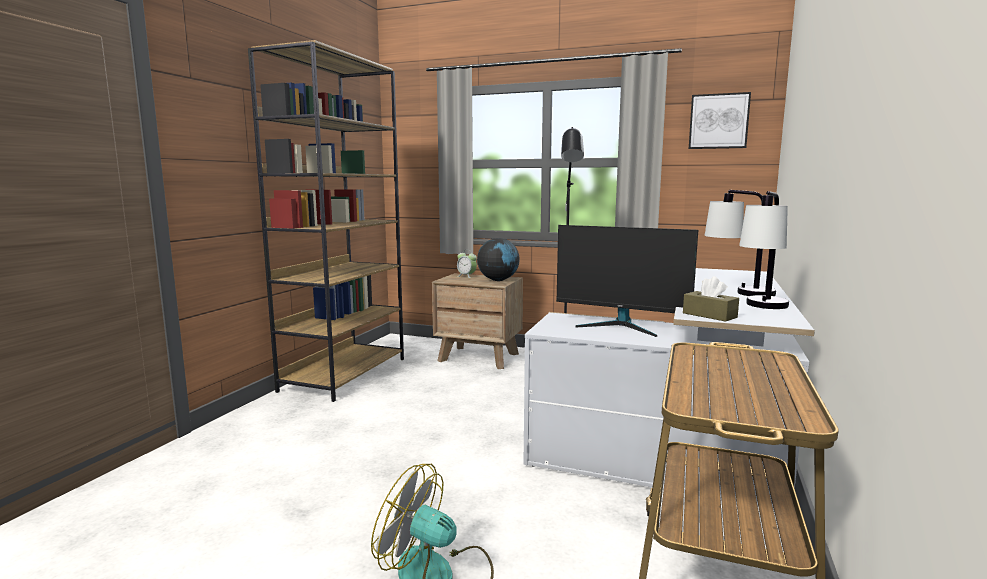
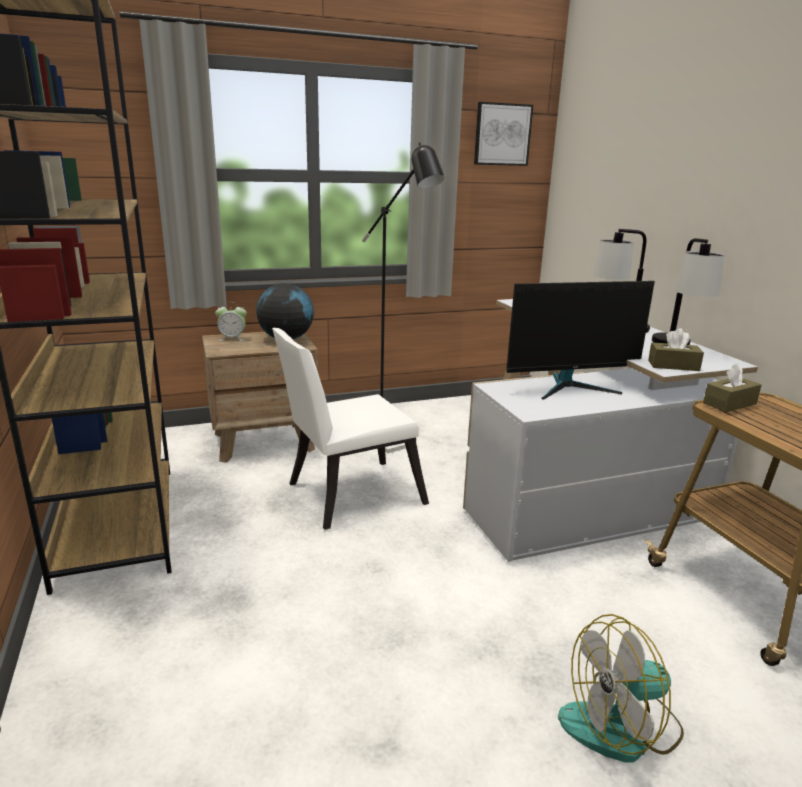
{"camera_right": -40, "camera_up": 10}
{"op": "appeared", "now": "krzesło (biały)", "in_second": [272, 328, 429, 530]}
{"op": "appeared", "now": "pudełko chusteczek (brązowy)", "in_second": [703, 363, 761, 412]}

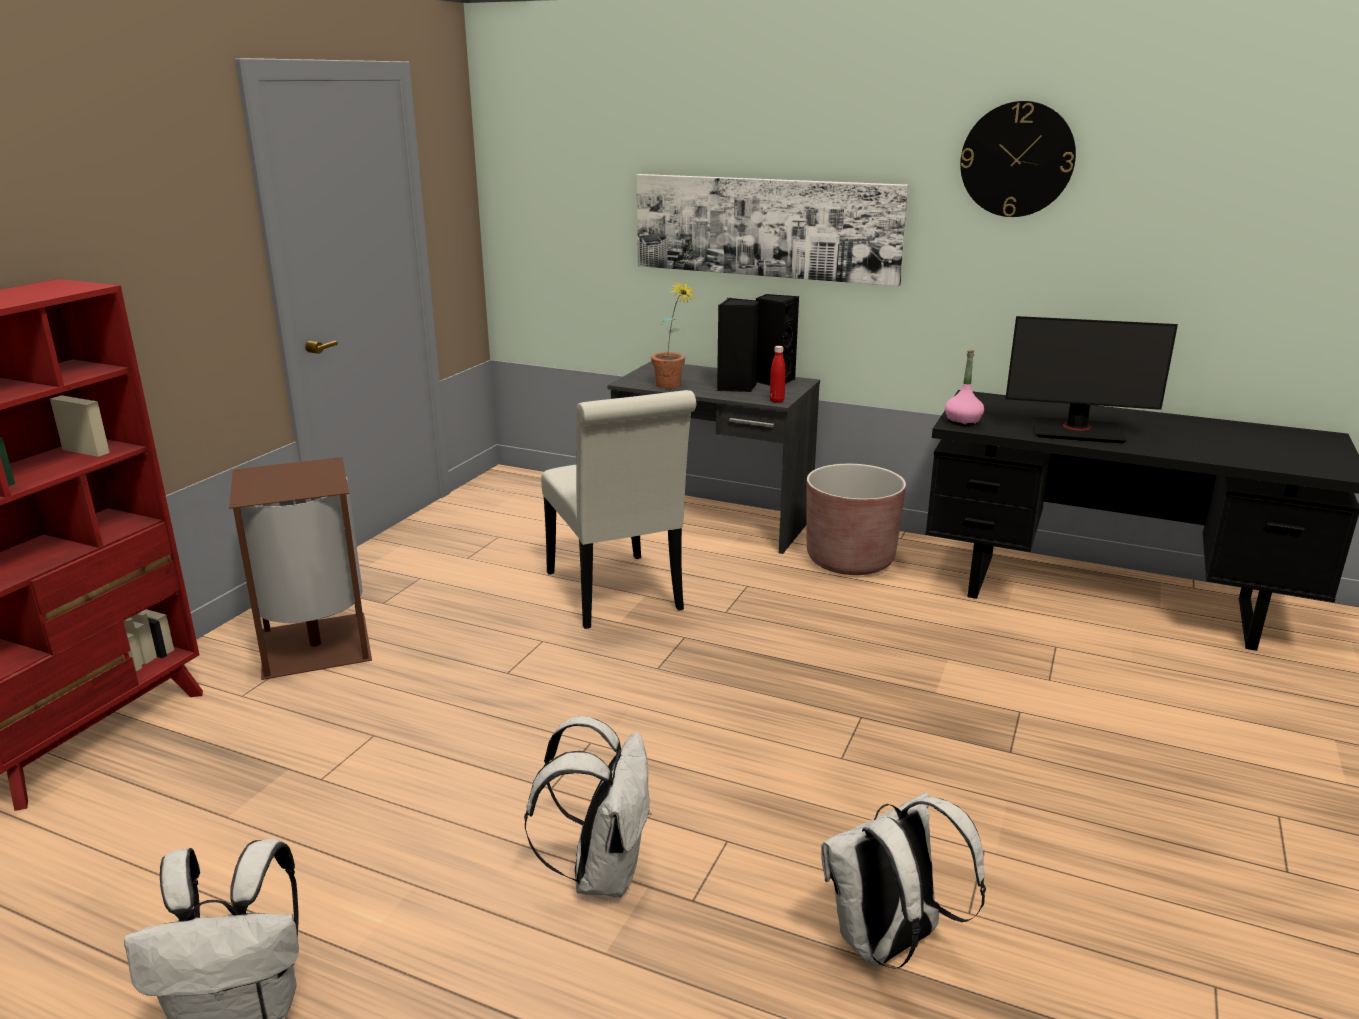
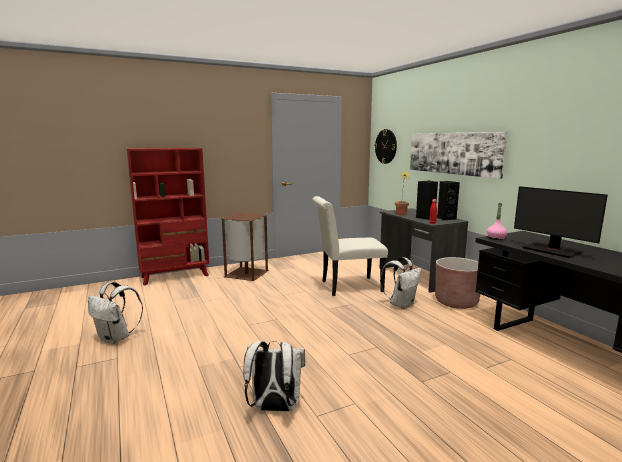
{"camera_right": 40, "camera_up": -10}
{"op": "relocated", "was": "zegar ścienny", "in_first": [960, 101, 1076, 217], "in_second": [374, 129, 397, 164]}
{"op": "spun", "was": "krzesło (biały)", "in_first": [541, 390, 697, 629], "in_second": [312, 196, 388, 296], "clockwise": 60}
{"op": "relocated", "was": "plecak (biały)", "in_first": [524, 716, 652, 898], "in_second": [380, 257, 422, 309]}

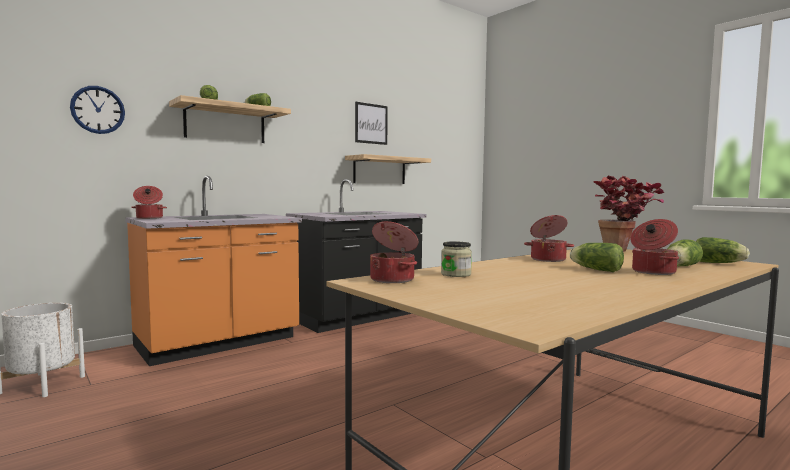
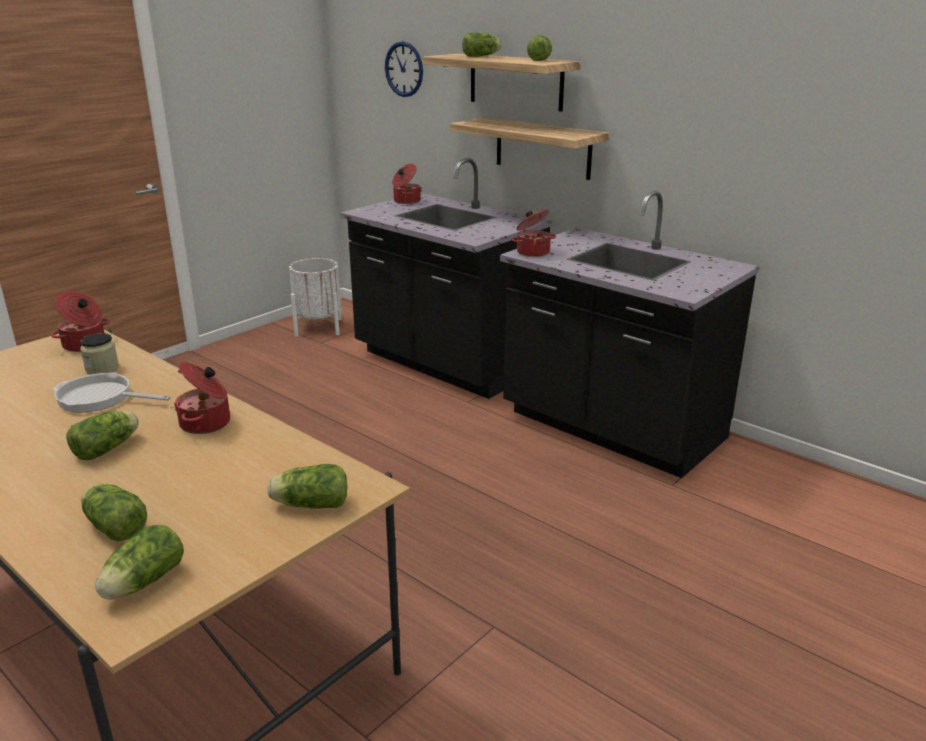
{"camera_right": 80, "camera_up": 20}
{"op": "missing", "was": "obraz", "in_first": [355, 102, 388, 145]}
{"op": "relocated", "was": "półka", "in_first": [345, 154, 431, 184], "in_second": [450, 117, 609, 180]}
{"op": "colour", "was": "zabudowa kuchenna (pomarańczowy)", "now": "zabudowa kuchenna (czarny)", "in_first": [125, 176, 302, 366], "in_second": [341, 158, 552, 399]}
{"op": "exchanged", "was": "roślina doniczkowa", "now": "sałata", "in_first": [593, 176, 664, 251], "in_second": [267, 464, 347, 509]}
{"op": "relocated", "was": "garnek", "in_first": [630, 219, 679, 275], "in_second": [511, 210, 556, 257]}
{"op": "appeared", "now": "patelnia", "in_second": [53, 372, 171, 412]}

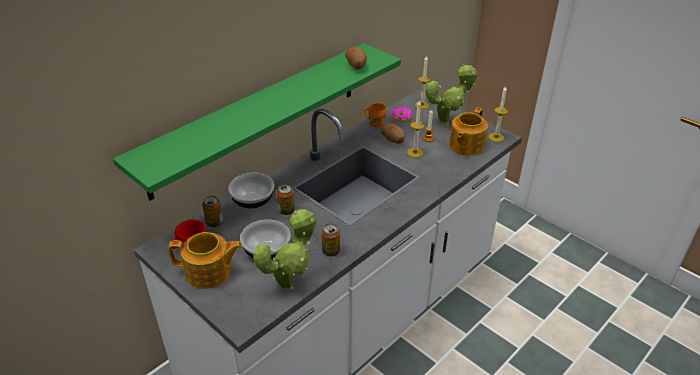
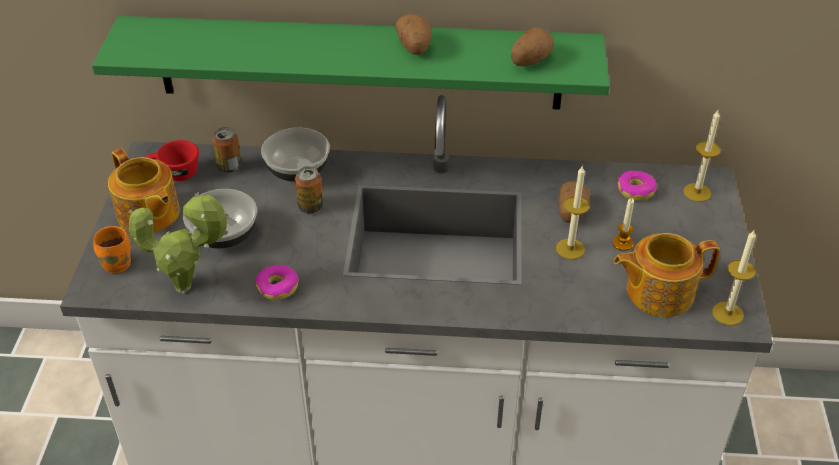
{"camera_right": 50, "camera_up": 5}
{"op": "missing", "was": "roślina doniczkowa", "in_first": [425, 64, 477, 125]}
{"op": "relocated", "was": "kubek (pomarańczowy)", "in_first": [365, 103, 386, 128], "in_second": [93, 226, 131, 273]}
{"op": "exchanged", "was": "puszka", "now": "donut", "in_first": [321, 223, 340, 257], "in_second": [255, 265, 299, 300]}
{"op": "appeared", "now": "ziemniak", "in_second": [396, 14, 431, 55]}

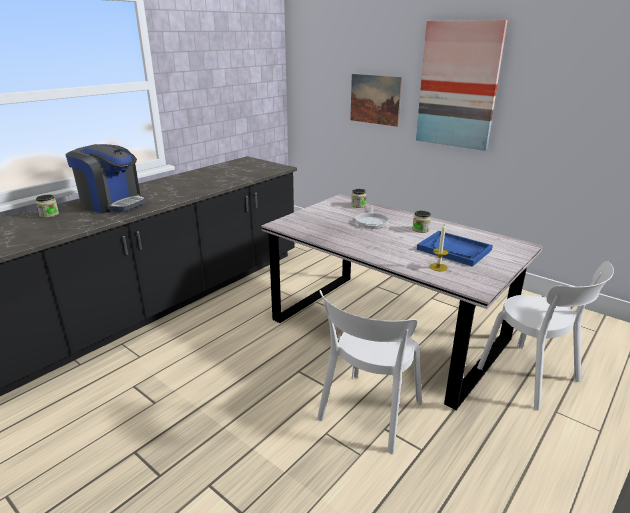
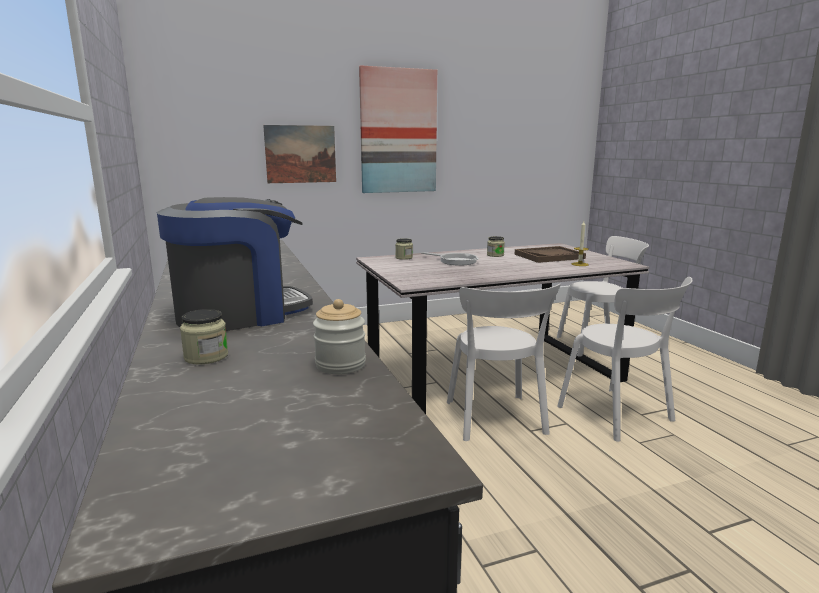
{"camera_right": -60, "camera_up": -10}
{"op": "colour", "was": "taca (niebieski)", "now": "taca (brązowy)", "in_first": [417, 231, 493, 267], "in_second": [515, 246, 586, 263]}
{"op": "appeared", "now": "krzesło (biały)", "in_second": [447, 284, 561, 441]}
{"op": "appeared", "now": "słoik", "in_second": [313, 299, 366, 374]}

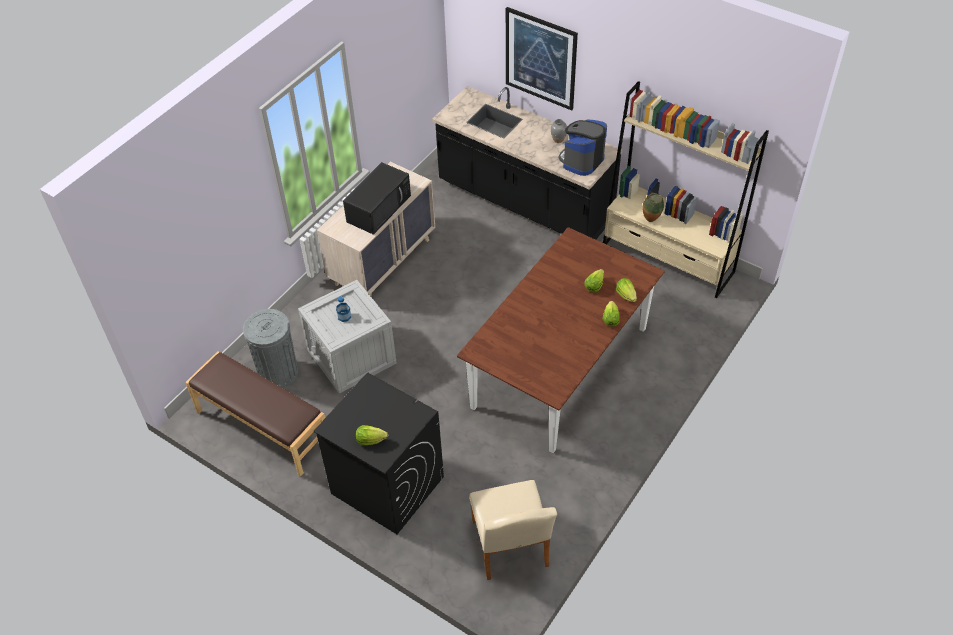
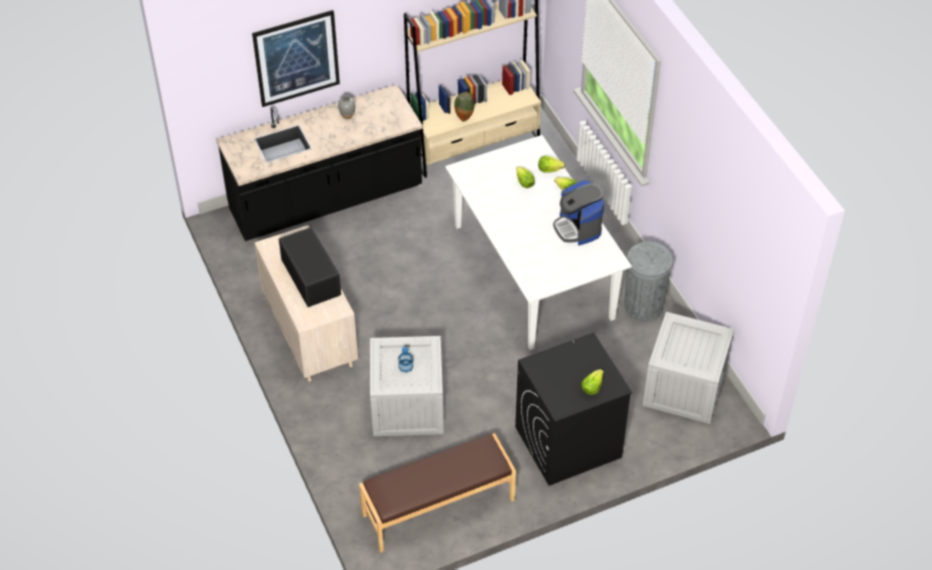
{"camera_right": -60, "camera_up": 0}
{"op": "relocated", "was": "ekspres do kawy", "in_first": [558, 119, 607, 176], "in_second": [553, 180, 604, 245]}
{"op": "colour", "was": "stół jadalny (brązowy)", "now": "stół jadalny (biały)", "in_first": [457, 227, 665, 453], "in_second": [445, 135, 632, 350]}
{"op": "relocated", "was": "kosz na śmieci (szary)", "in_first": [243, 309, 298, 388], "in_second": [624, 241, 673, 321]}
{"op": "exchanged", "was": "krzesło (beżowy)", "now": "skrzynka", "in_first": [469, 480, 557, 580], "in_second": [642, 312, 734, 424]}

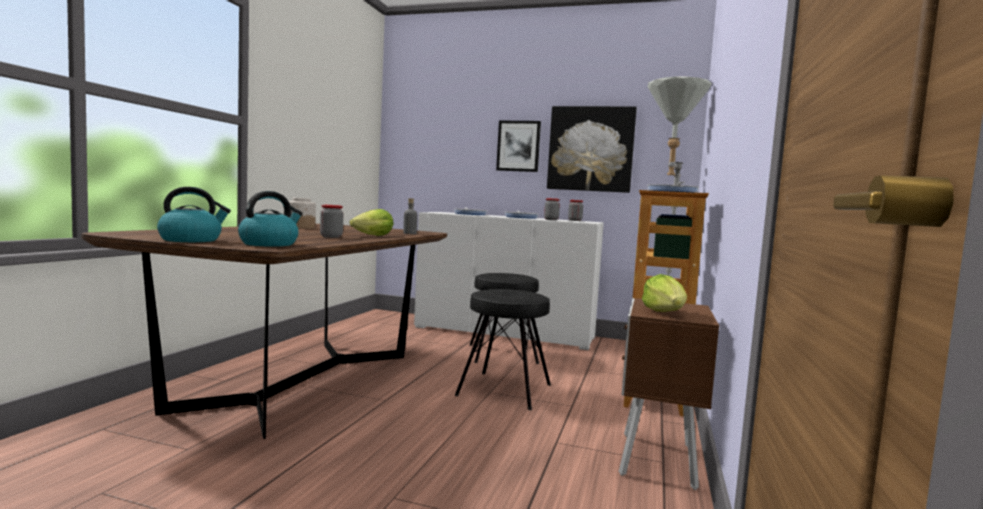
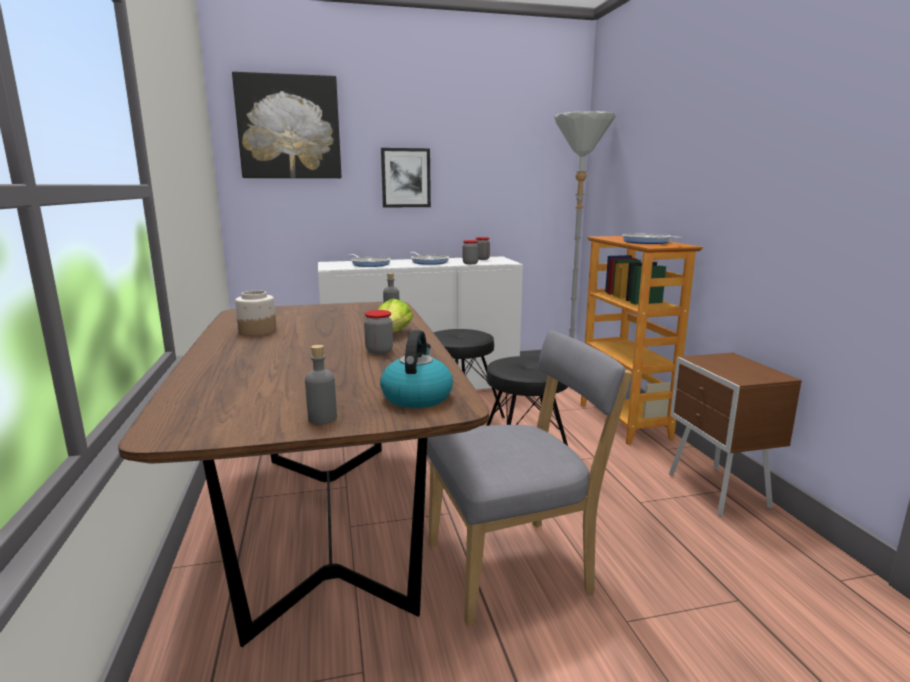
{"camera_right": -30, "camera_up": 10}
{"op": "relocated", "was": "obraz", "in_first": [547, 106, 637, 193], "in_second": [232, 71, 342, 178]}
{"op": "exchanged", "was": "czajnik", "now": "butelka (szary)", "in_first": [157, 187, 231, 242], "in_second": [305, 345, 337, 424]}
{"op": "missing", "was": "sałata", "in_first": [642, 274, 687, 312]}
{"op": "appeared", "now": "krzesło (szary)", "in_second": [427, 330, 632, 627]}

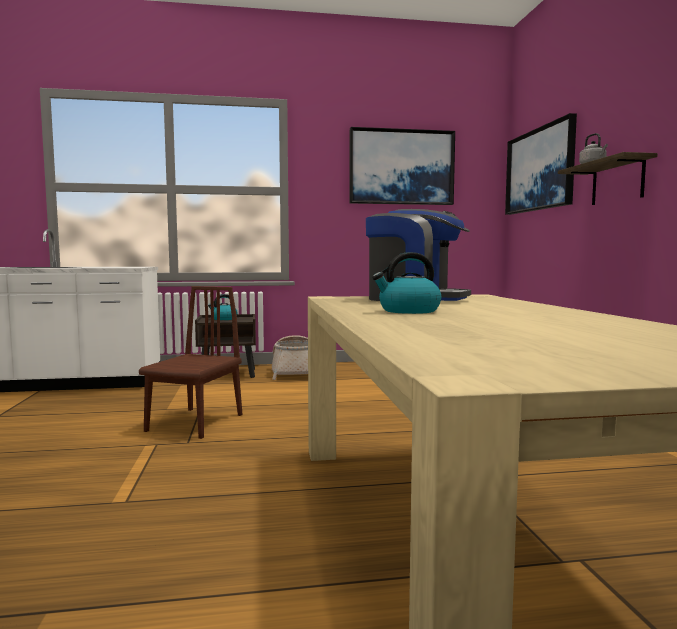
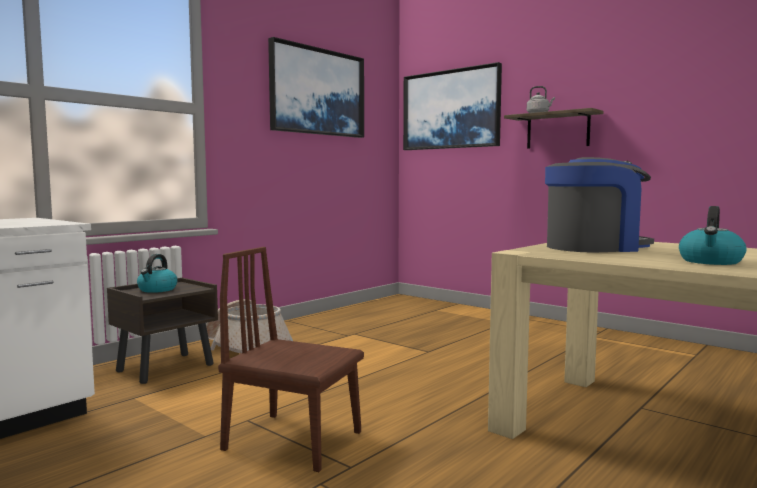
{"camera_right": -40, "camera_up": 0}
{"op": "spun", "was": "krzesło (brązowy)", "in_first": [139, 286, 242, 439], "in_second": [218, 247, 364, 472], "clockwise": -45}

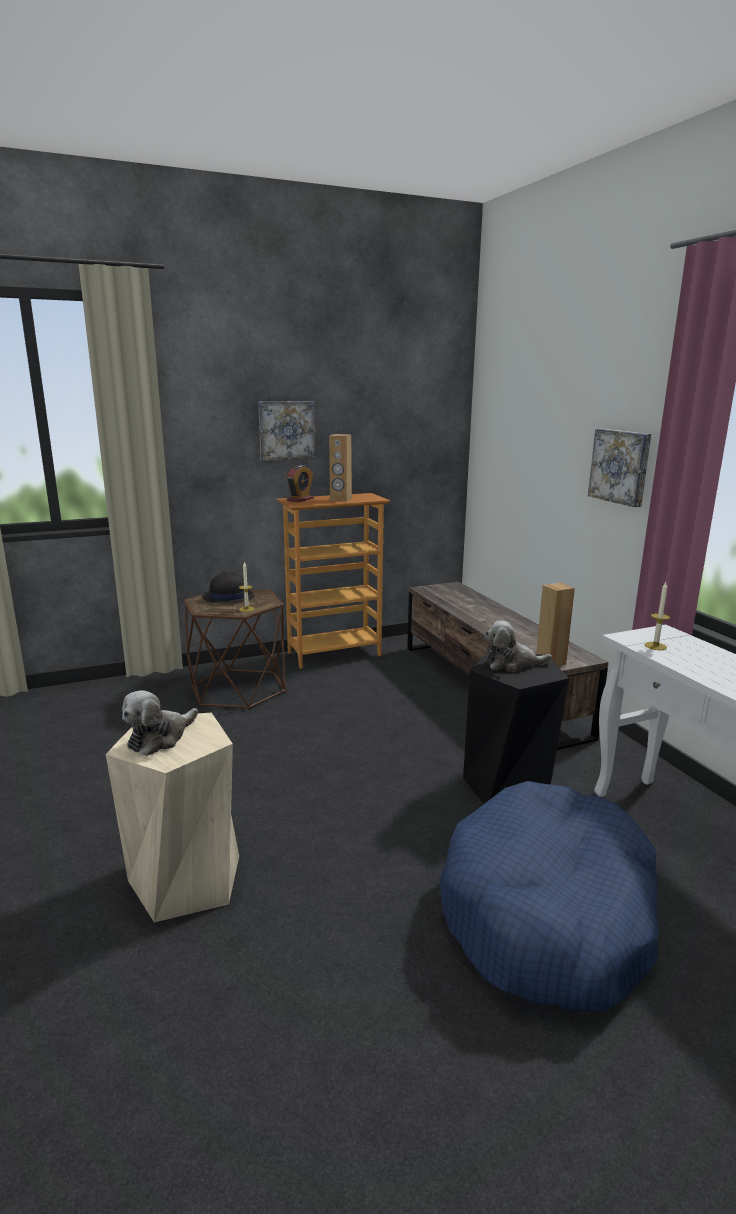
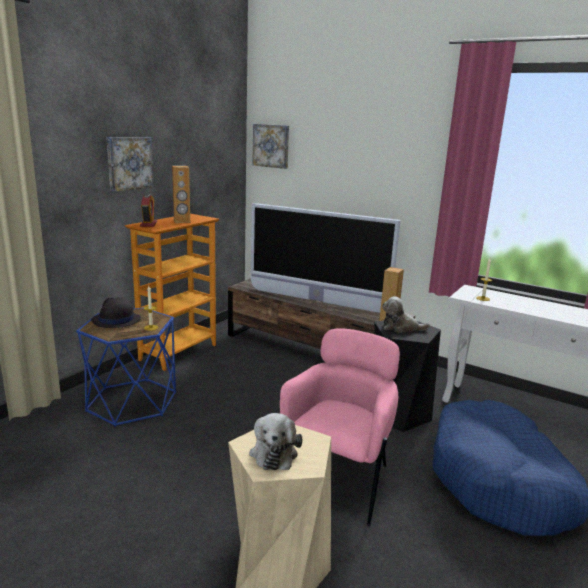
{"camera_right": -35, "camera_up": 0}
{"op": "relocated", "was": "obraz", "in_first": [588, 429, 651, 507], "in_second": [252, 124, 289, 169]}
{"op": "colour", "was": "stolik (brązowy)", "now": "stolik (niebieski)", "in_first": [184, 589, 286, 710], "in_second": [76, 307, 176, 427]}
{"op": "spun", "was": "pluszak", "in_first": [485, 621, 552, 672], "in_second": [382, 296, 430, 333], "clockwise": 45}
{"op": "appeared", "now": "telewizor", "in_second": [251, 203, 400, 313]}
{"op": "appeared", "now": "fotel (różowy)", "in_second": [280, 328, 400, 526]}

